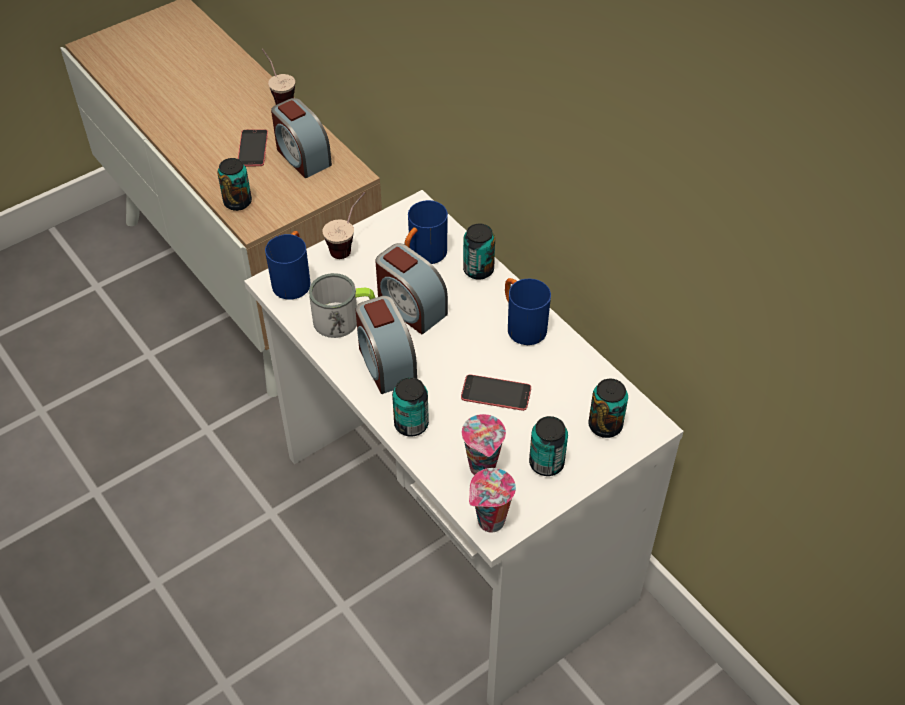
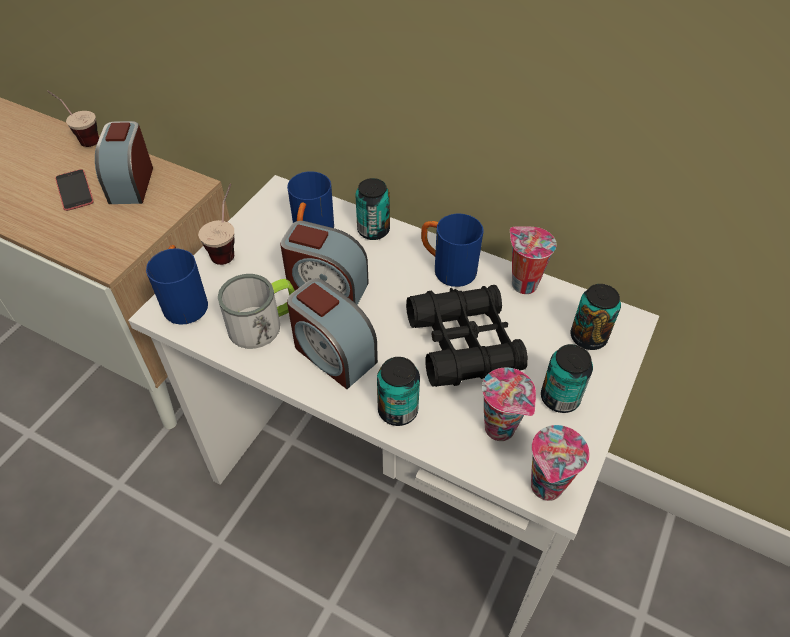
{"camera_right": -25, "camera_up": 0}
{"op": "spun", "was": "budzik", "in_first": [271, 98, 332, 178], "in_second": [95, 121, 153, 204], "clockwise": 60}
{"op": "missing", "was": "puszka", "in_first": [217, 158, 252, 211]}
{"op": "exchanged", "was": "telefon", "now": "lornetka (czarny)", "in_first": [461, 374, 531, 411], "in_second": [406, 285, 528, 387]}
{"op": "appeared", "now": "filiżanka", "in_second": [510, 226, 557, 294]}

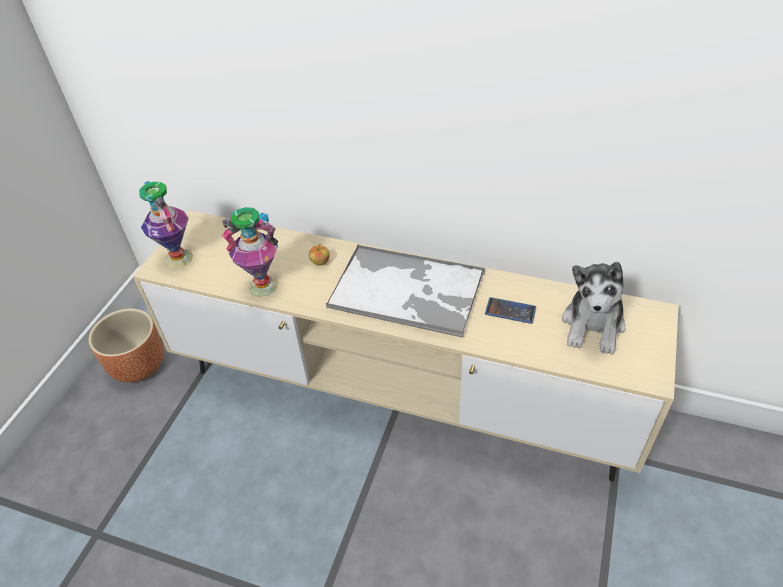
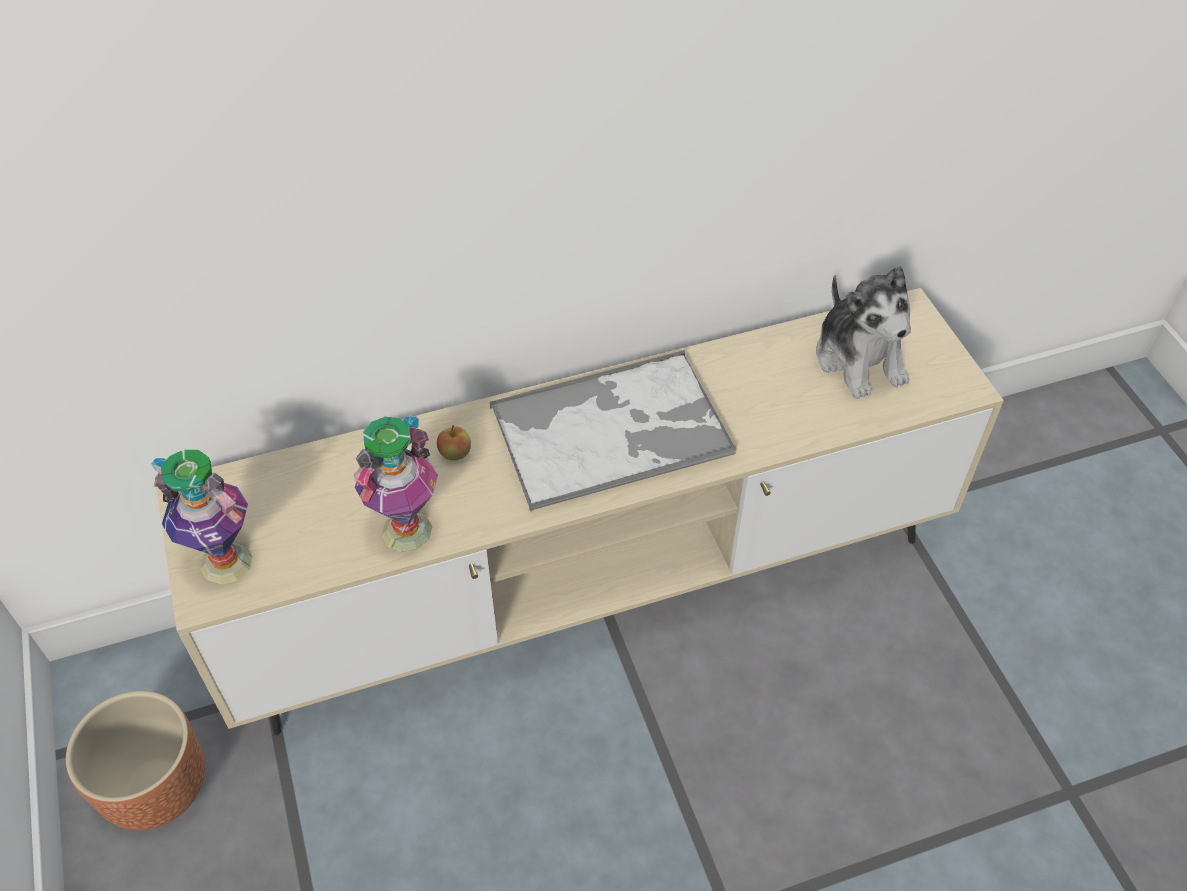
{"camera_right": -40, "camera_up": 5}
{"op": "missing", "was": "telefon", "in_first": [485, 297, 536, 324]}

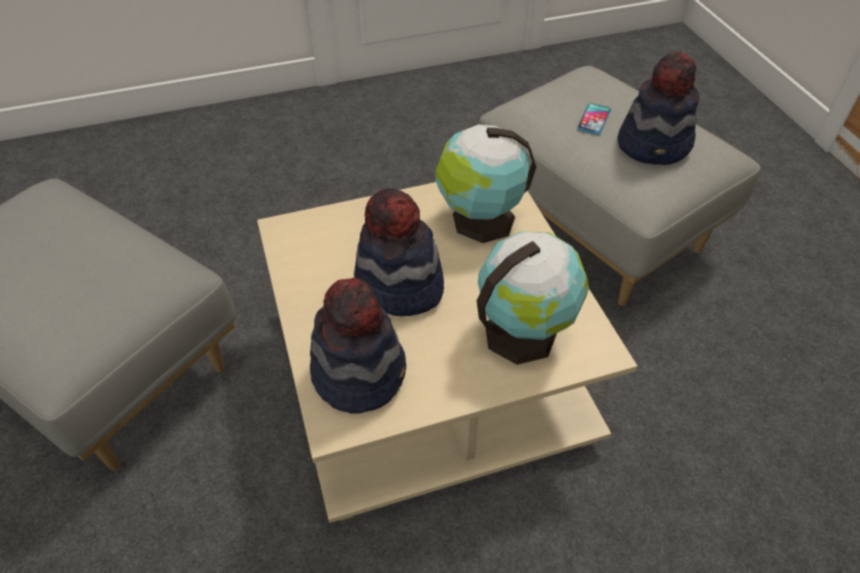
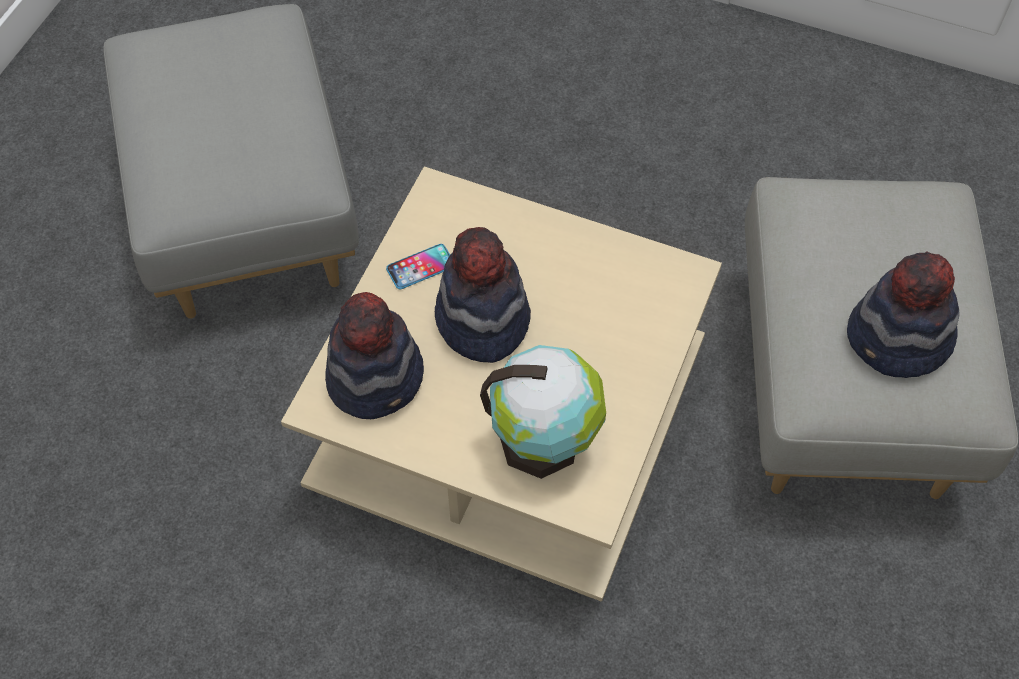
{"camera_right": 40, "camera_up": 10}
{"op": "relocated", "was": "telefon", "in_first": [577, 103, 611, 135], "in_second": [386, 244, 450, 289]}
{"op": "missing", "was": "globus", "in_first": [436, 125, 536, 243]}

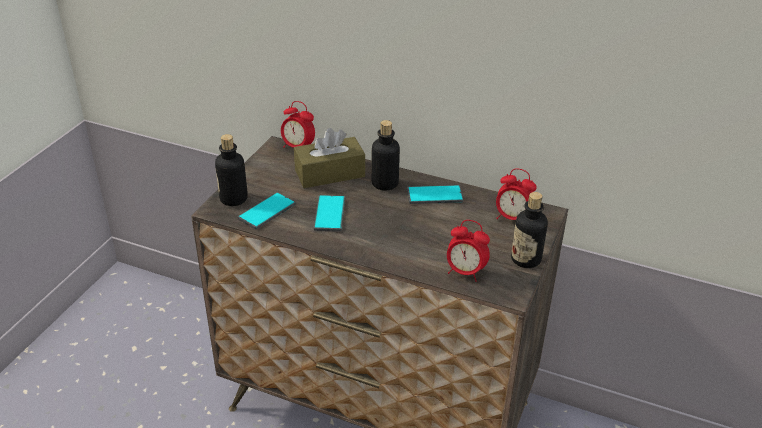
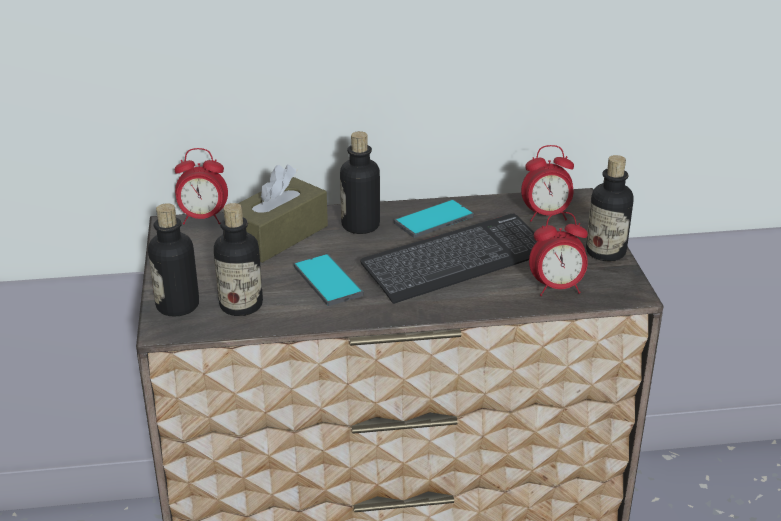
{"camera_right": -30, "camera_up": -5}
{"op": "exchanged", "was": "telefon", "now": "butelka", "in_first": [237, 192, 296, 230], "in_second": [214, 203, 263, 316]}
{"op": "appeared", "now": "klawiatura", "in_second": [360, 214, 537, 304]}

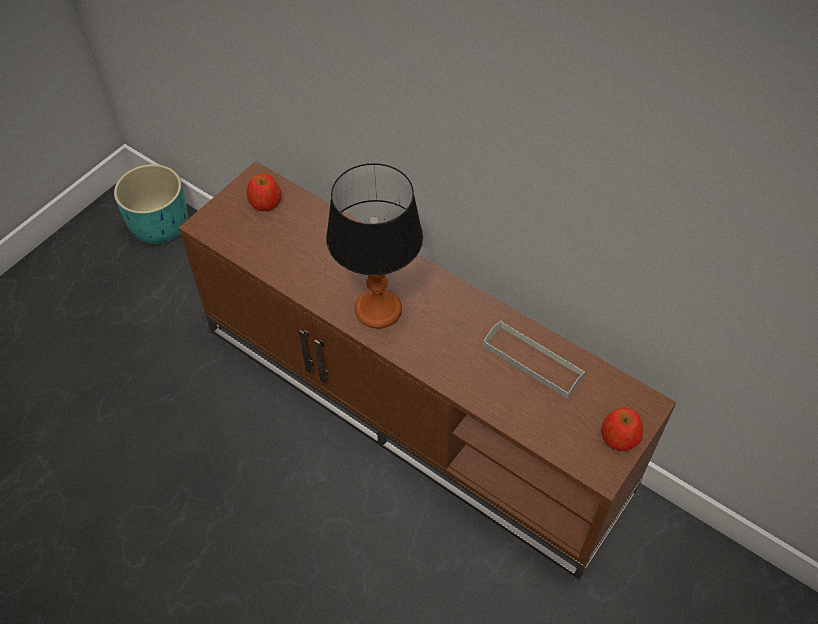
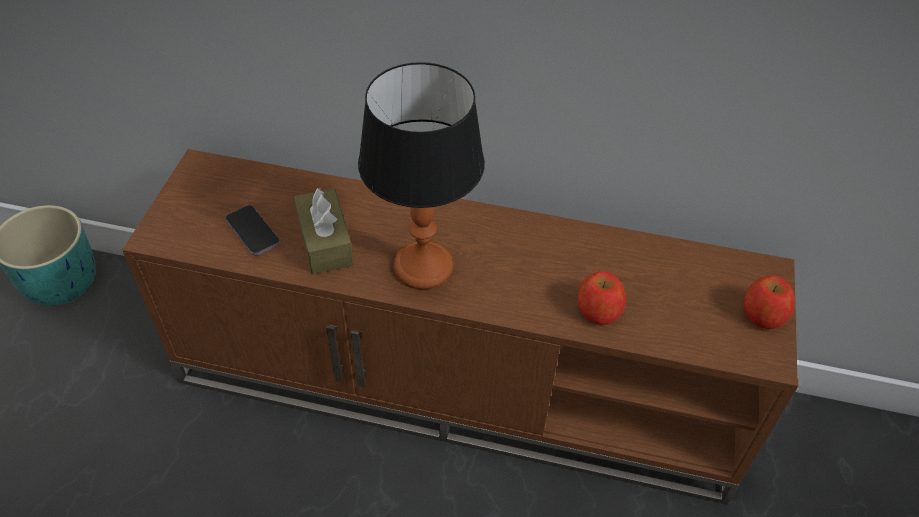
{"camera_right": -25, "camera_up": -5}
{"op": "relocated", "was": "jabłko", "in_first": [247, 173, 282, 211], "in_second": [578, 271, 626, 325]}
{"op": "missing", "was": "taca (szary)", "in_first": [483, 321, 586, 399]}
{"op": "appeared", "now": "pudełko chusteczek (brązowy)", "in_second": [294, 187, 353, 274]}
{"op": "appeared", "now": "telefon", "in_second": [226, 205, 280, 255]}

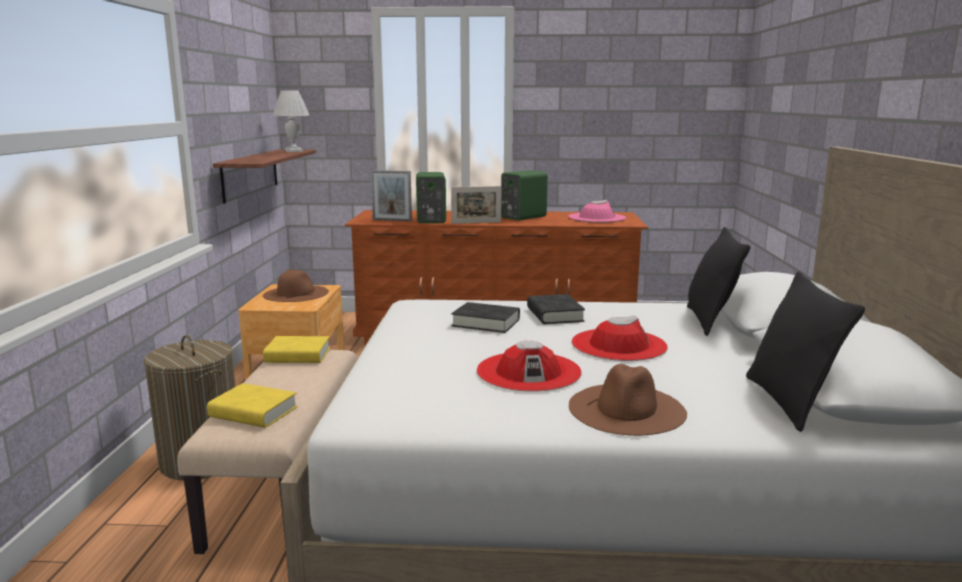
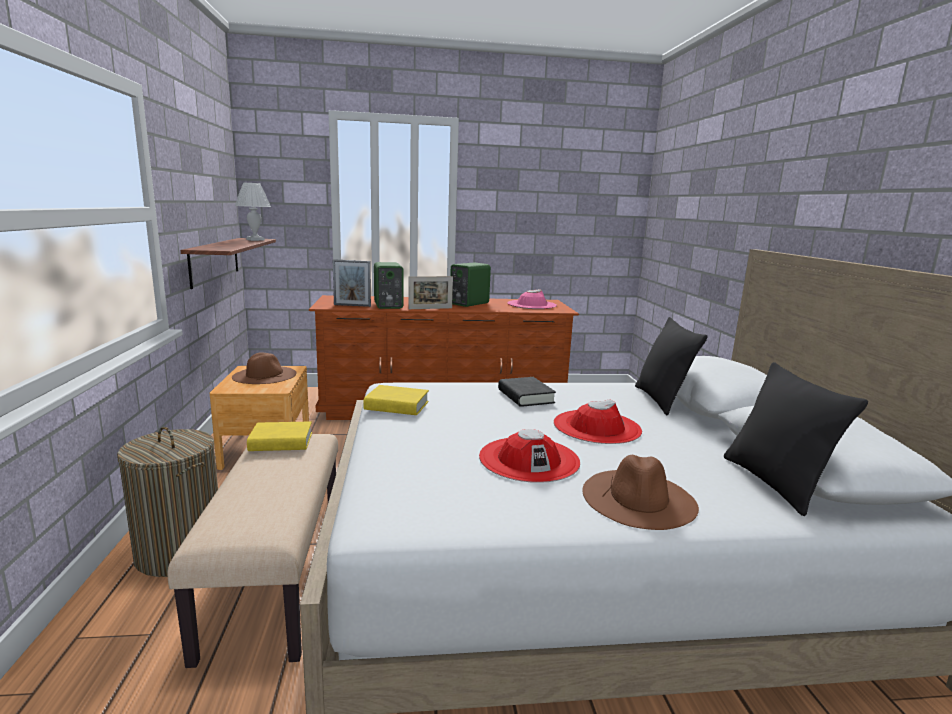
{"camera_right": -10, "camera_up": 0}
{"op": "missing", "was": "książka (czarny)", "in_first": [451, 302, 520, 333]}
{"op": "relocated", "was": "książka (żółty)", "in_first": [207, 383, 297, 428], "in_second": [363, 385, 429, 415]}

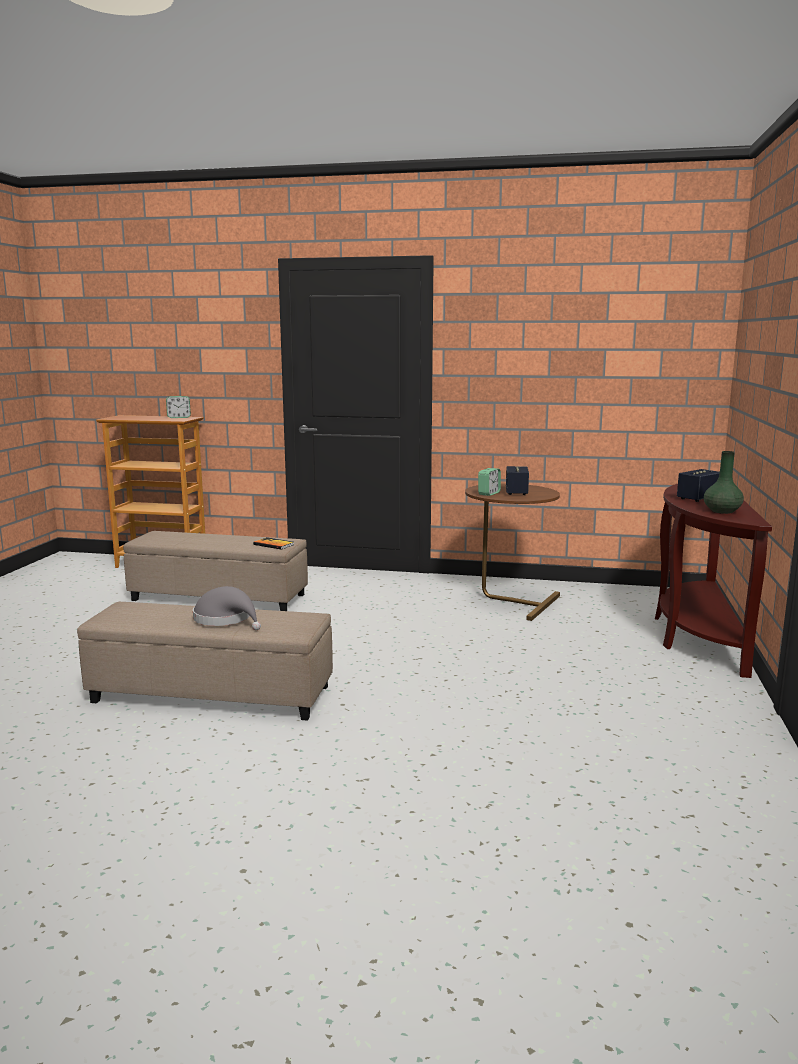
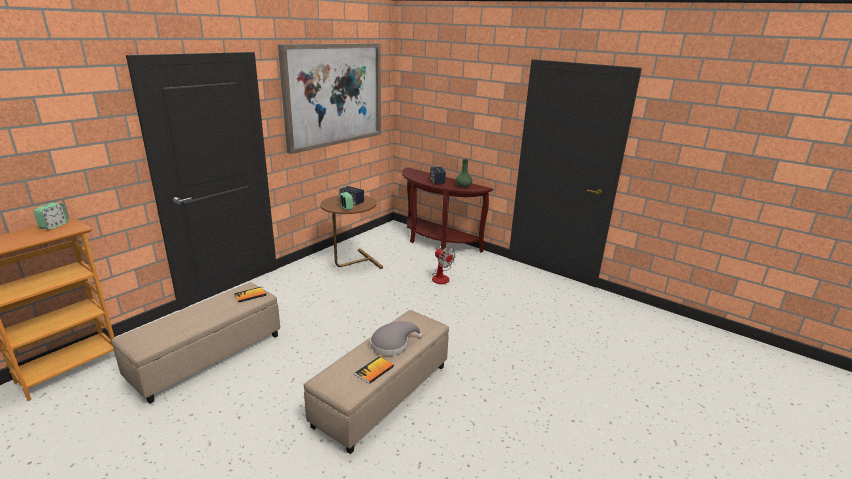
{"camera_right": -65, "camera_up": 10}
{"op": "appeared", "now": "obraz", "in_second": [278, 43, 381, 154]}
{"op": "appeared", "now": "wentylator", "in_second": [432, 247, 456, 284]}
{"op": "appeared", "now": "książka", "in_second": [355, 356, 394, 384]}

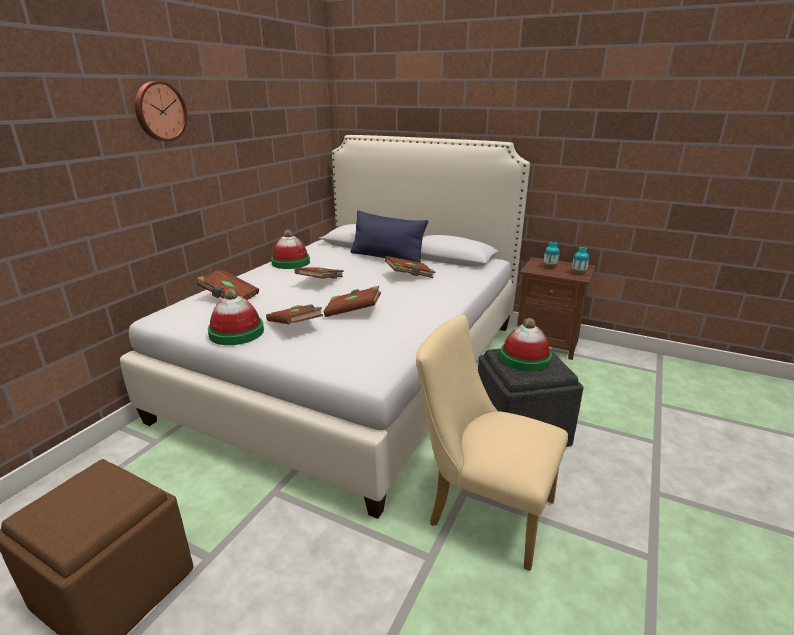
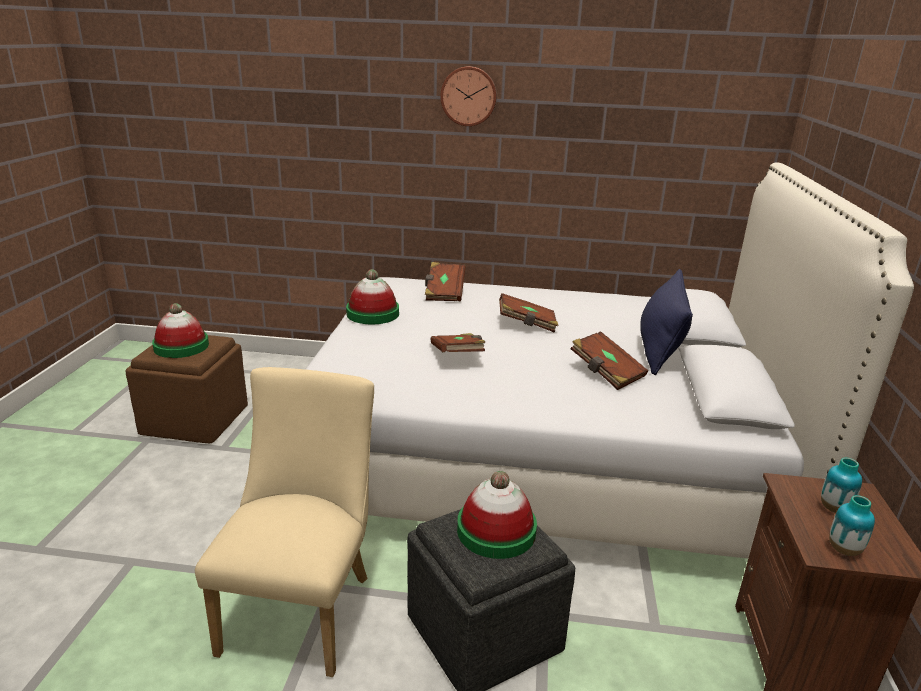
{"camera_right": 70, "camera_up": 0}
{"op": "relocated", "was": "kapelusz", "in_first": [271, 230, 310, 269], "in_second": [152, 303, 209, 358]}
{"op": "missing", "was": "książka (brązowy)", "in_first": [266, 305, 323, 324]}

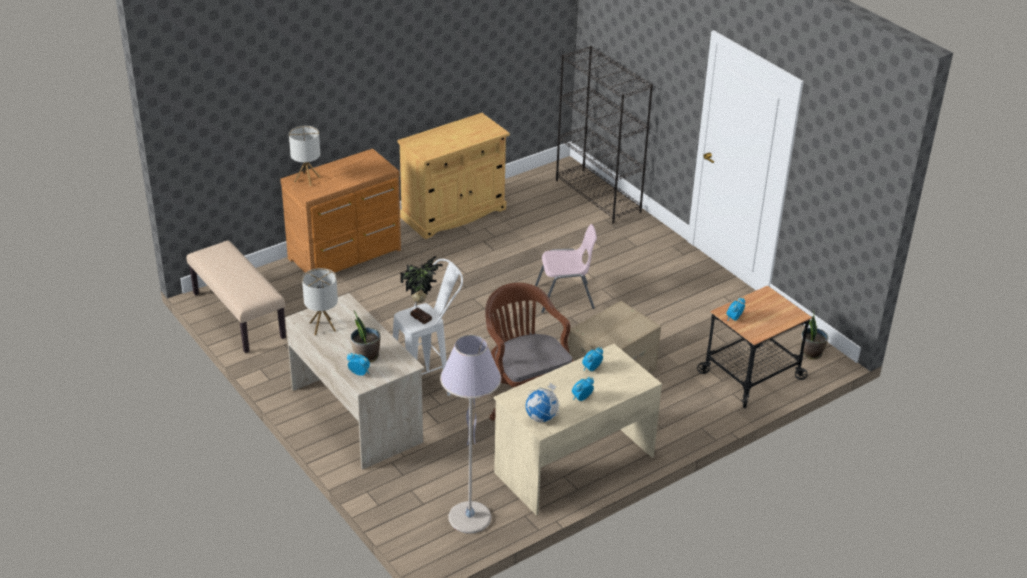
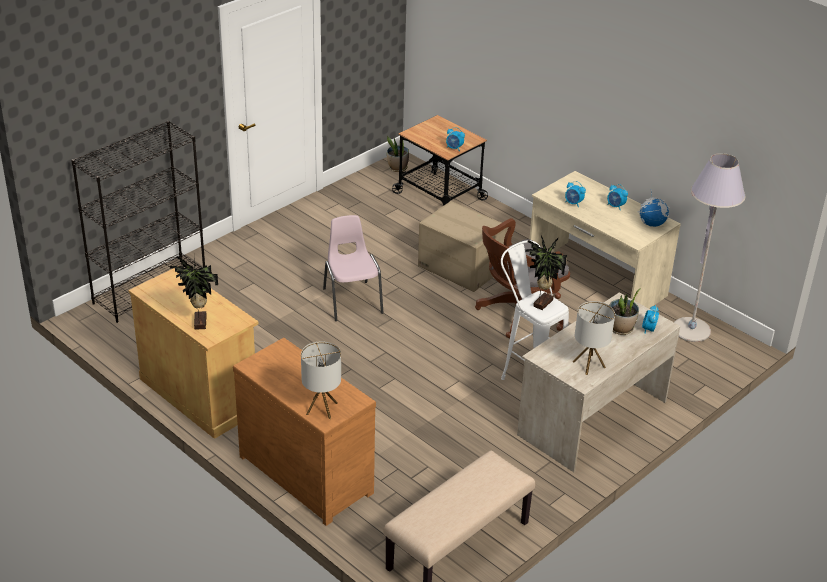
{"camera_right": -100, "camera_up": 0}
{"op": "appeared", "now": "roślina doniczkowa", "in_second": [170, 252, 218, 330]}

